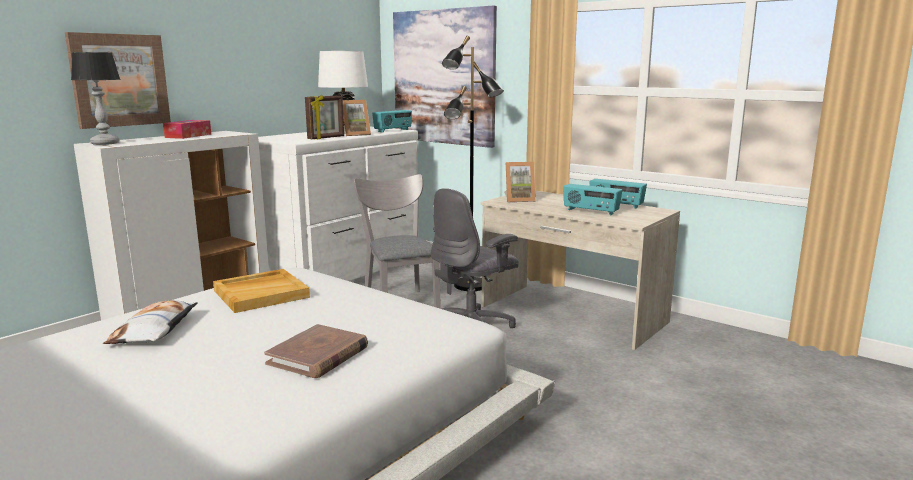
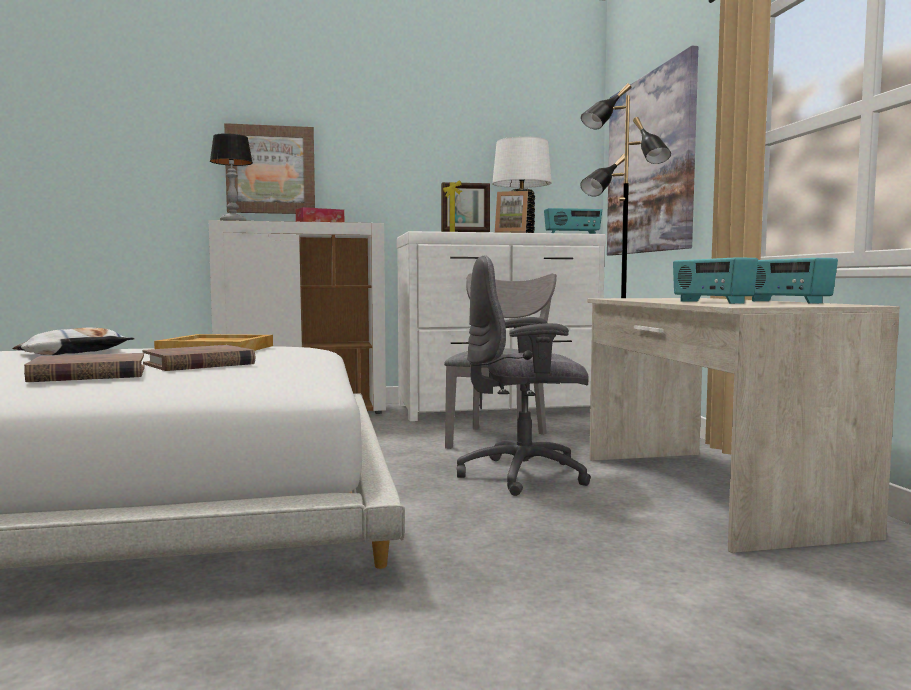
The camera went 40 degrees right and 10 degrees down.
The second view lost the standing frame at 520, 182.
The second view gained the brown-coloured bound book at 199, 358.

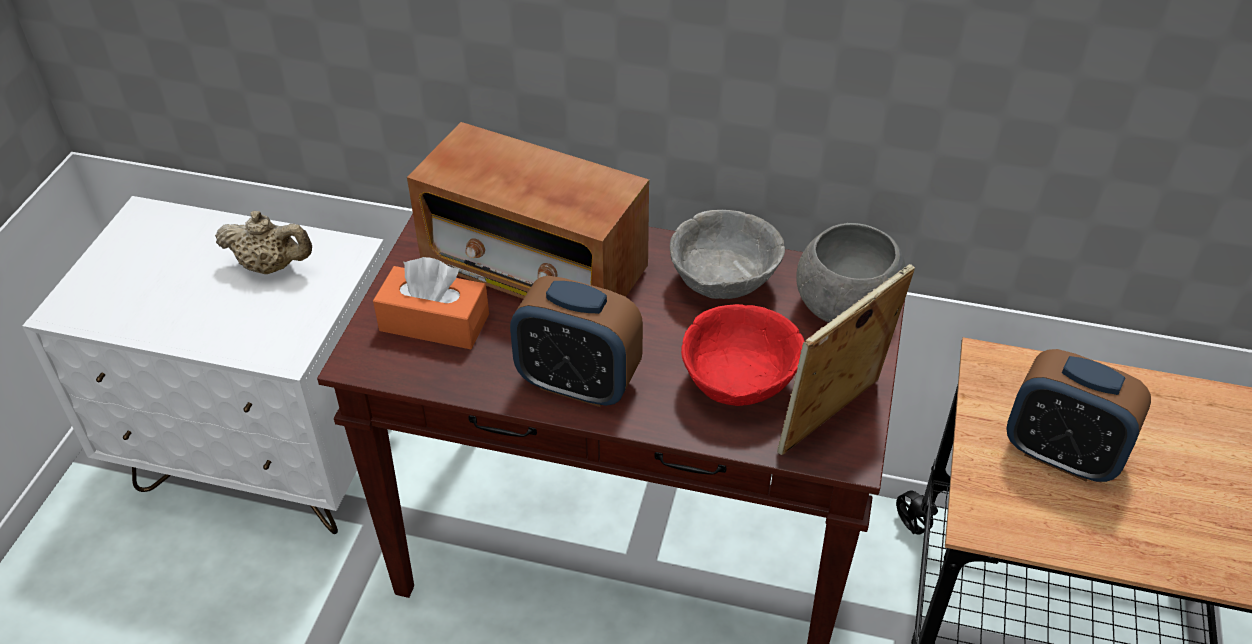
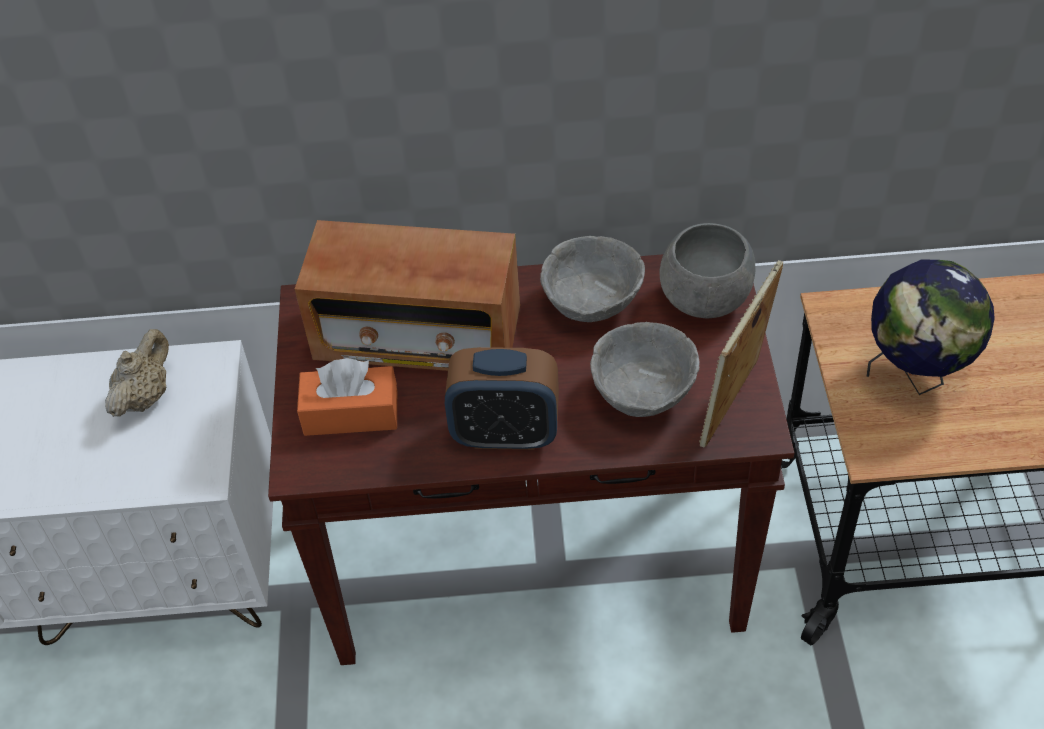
The camera went 15 degrees left and 5 degrees up.
Where the alarm clock stood at 1078, 415, the desk globe came to stand at 930, 327.
What was the red serving bowl at 743, 355 turned into the gray serving bowl at 644, 369.
The beige teapot at 263, 242 ended up facing another way, 60 degrees counterclockwise from before.

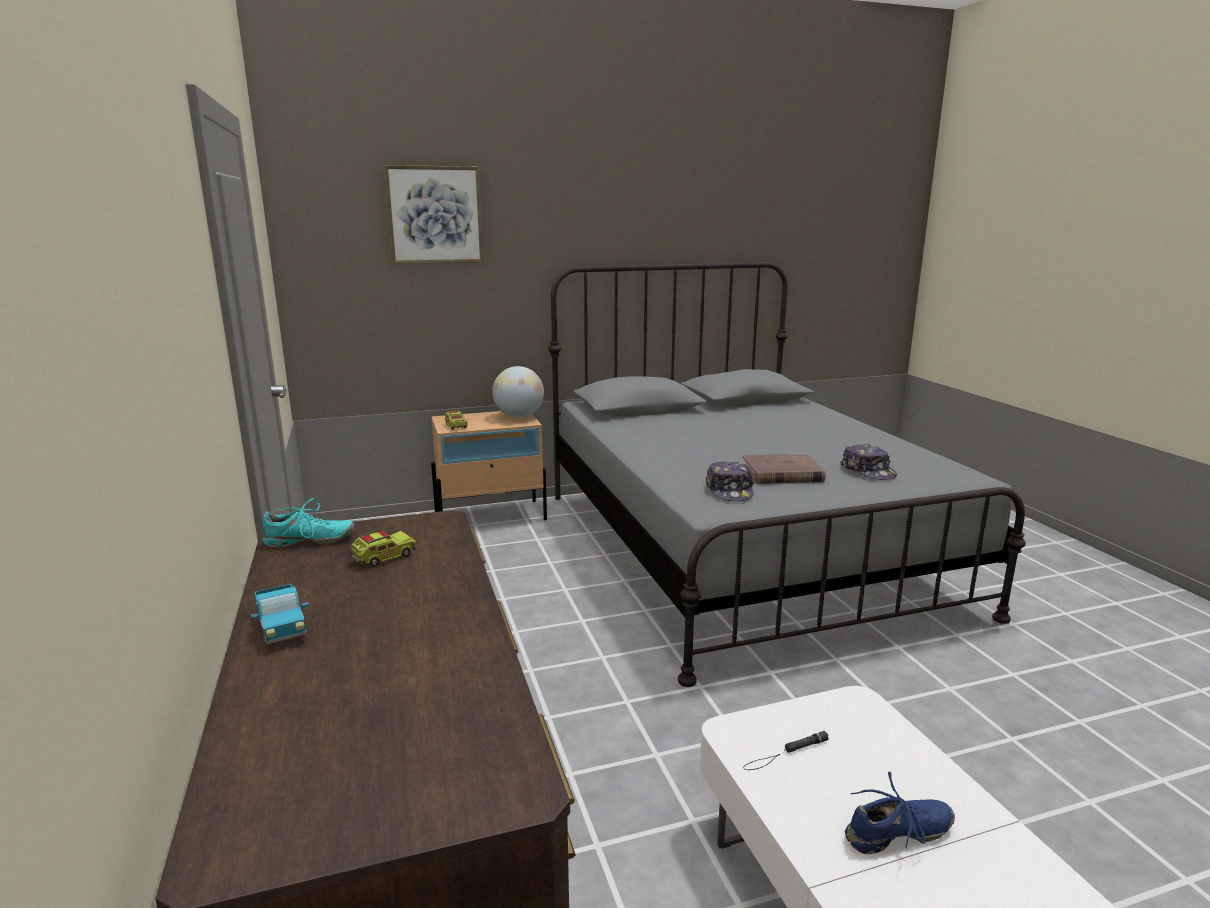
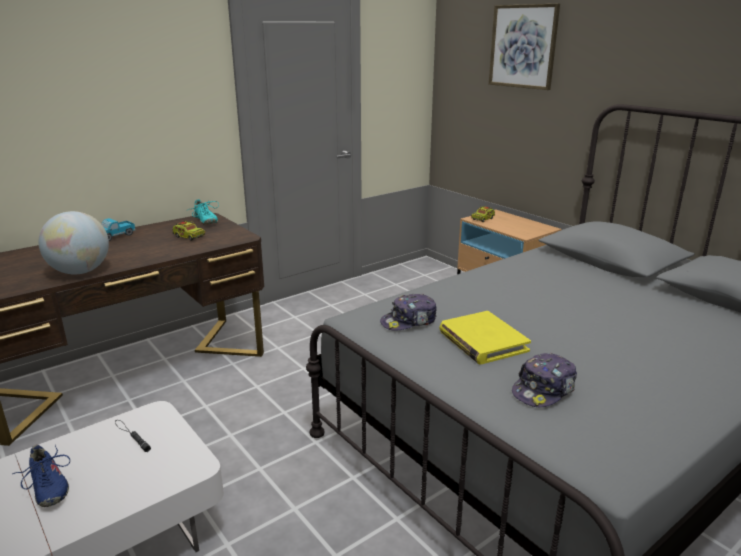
The camera went 70 degrees right and 5 degrees up.
The desk globe ended up elsewhere, having gone from 518, 392 to 73, 242.
What was the brown-coloured bound book at 784, 468 turned into the yellowish bound book at 485, 338.

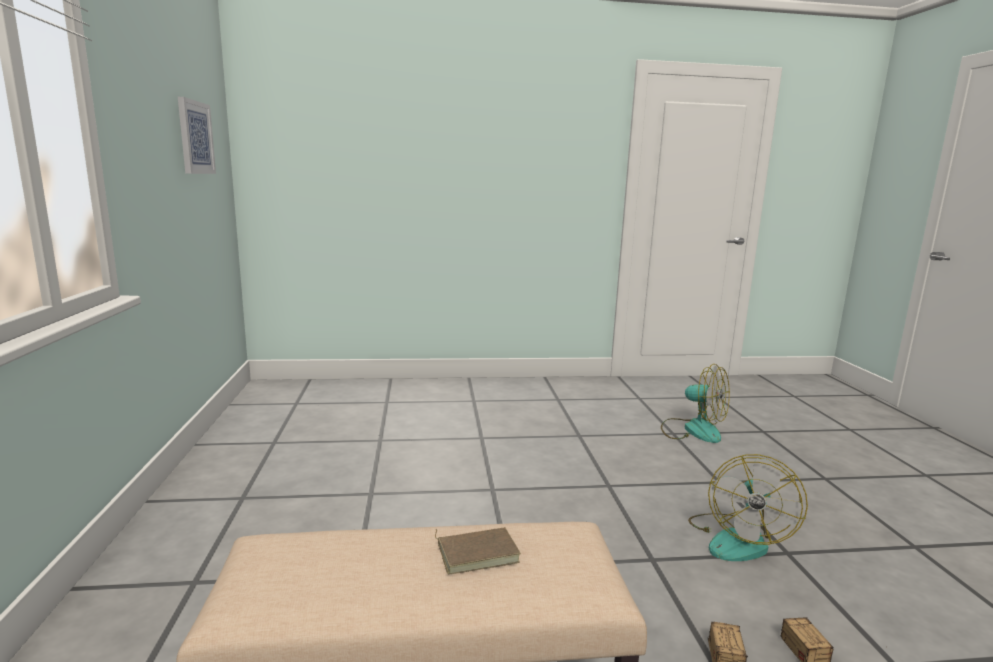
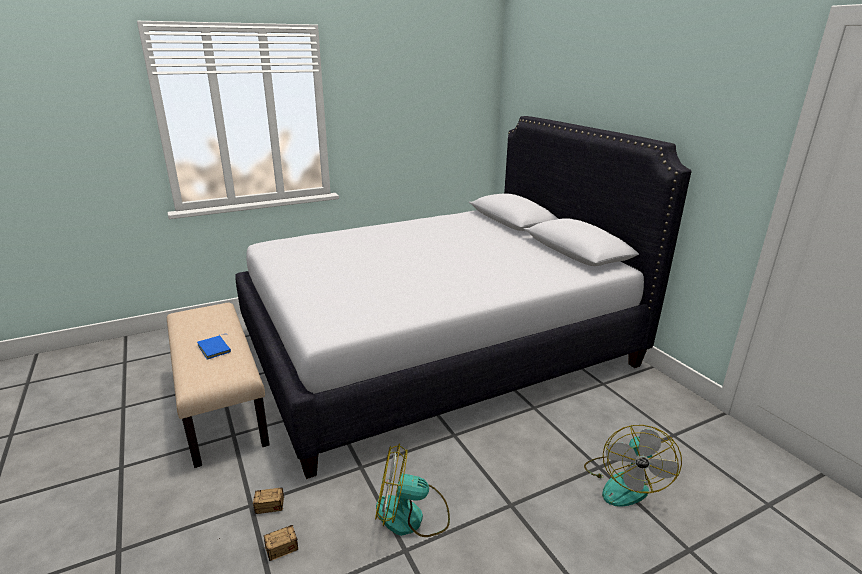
The camera went 70 degrees right and 10 degrees up.
The second view lost the picture at 197, 135.
The second view gained the white sleeping bed at 464, 297.
What was the brown-coloured bound book at 478, 550 turned into the bluish bound book at 214, 347.

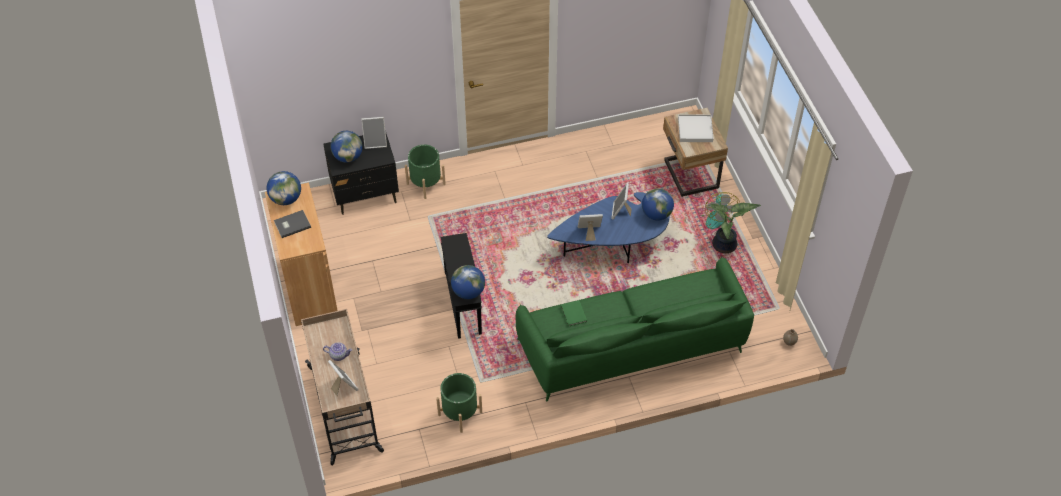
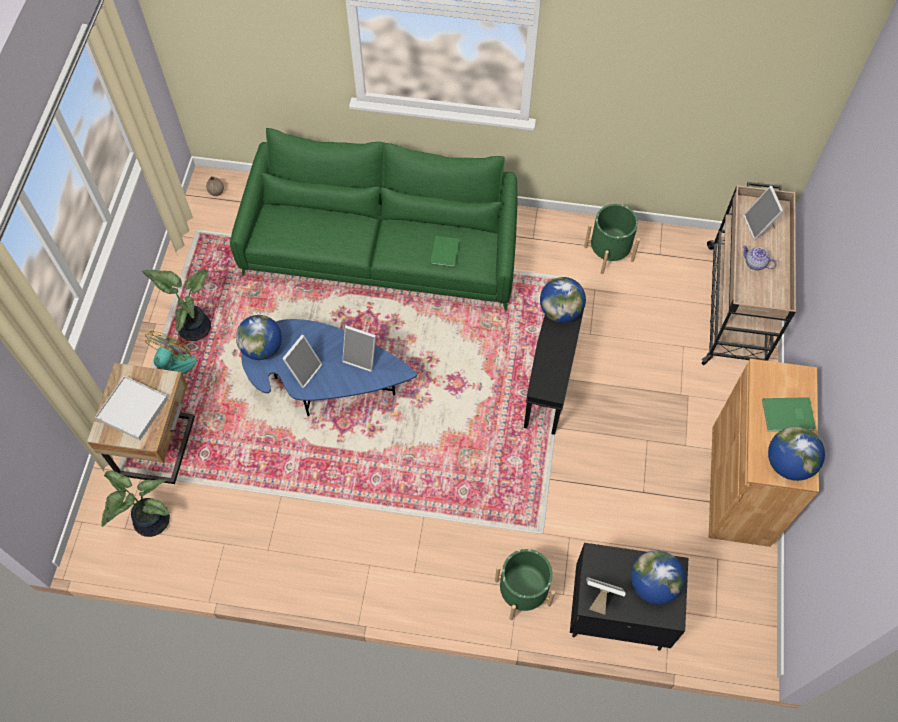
The camera went 155 degrees left and 10 degrees up.
The second view gained the houseplant at 135, 504.
What was the gray bound book at 292, 224 turned into the greenish bound book at 789, 414.

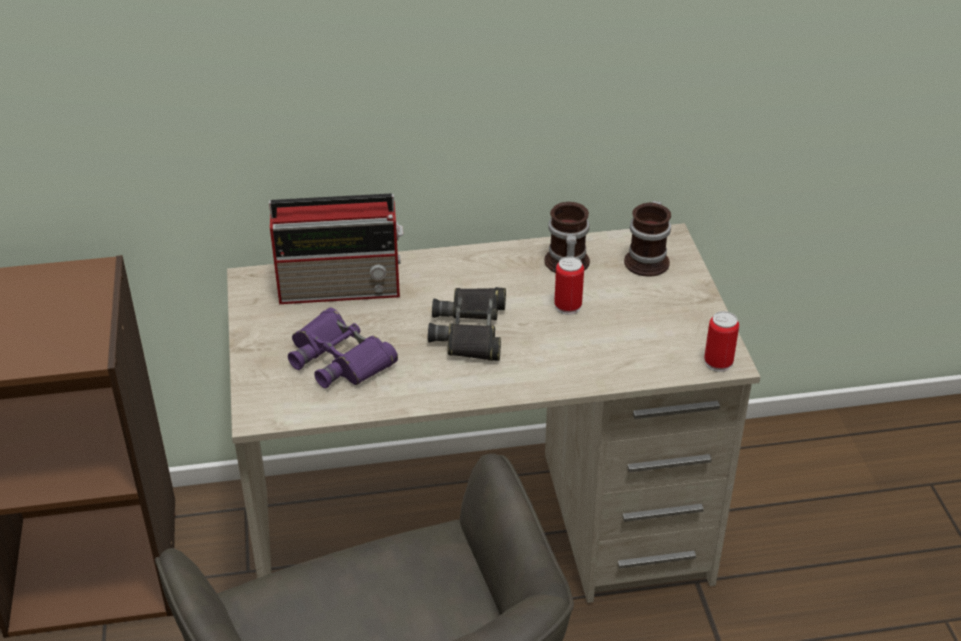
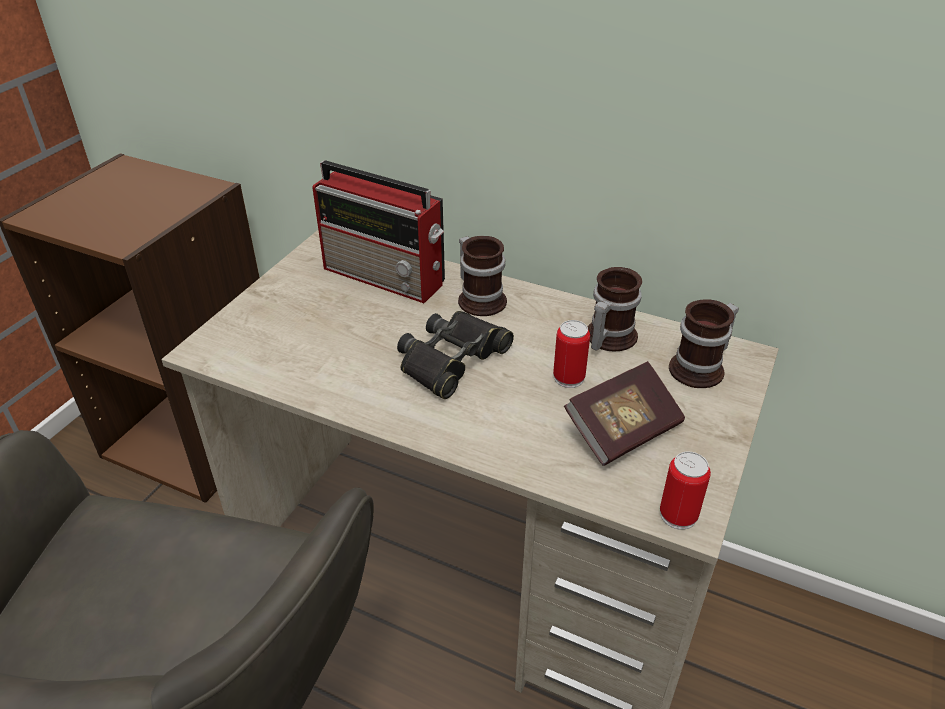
The camera went 35 degrees right and 0 degrees up.
The second view lost the purple binoculars at 343, 348.
The second view gained the mug at 482, 276.
The second view gained the bound book at 624, 413.

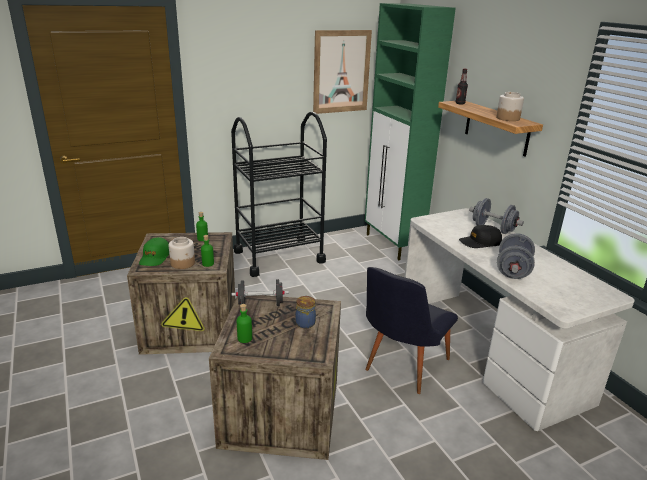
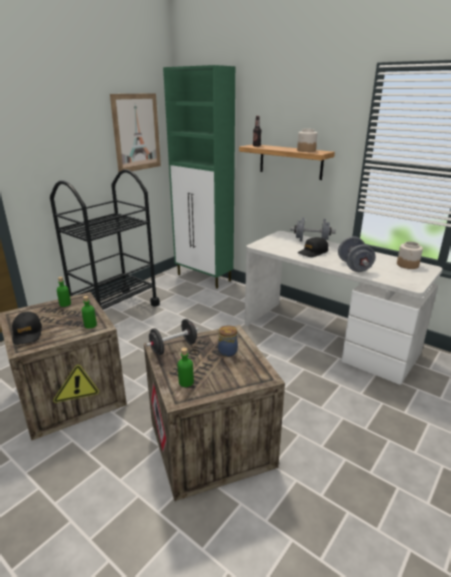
The camera went 25 degrees left and 0 degrees up.
The second view lost the black-coloured upright chair at 411, 330.
The jar ended up elsewhere, having gone from 182, 253 to 410, 255.
What was the greenish baseball cap at 154, 251 turned into the black-coloured baseball cap at 27, 328.

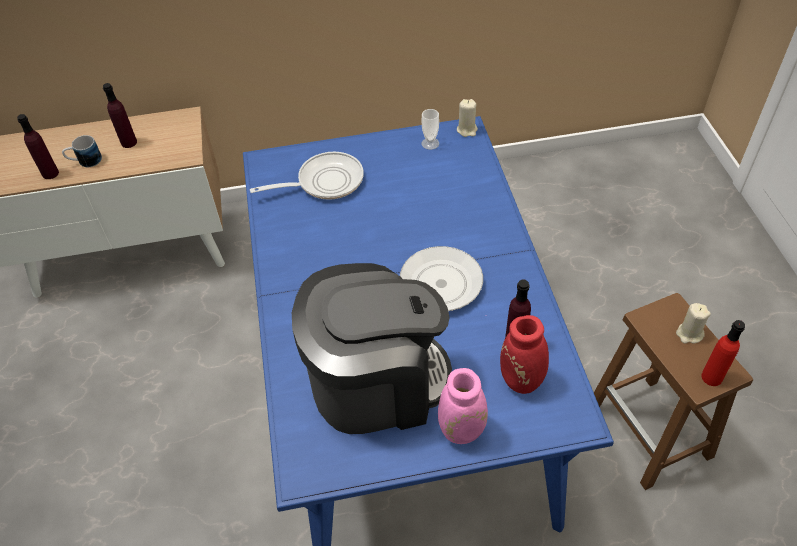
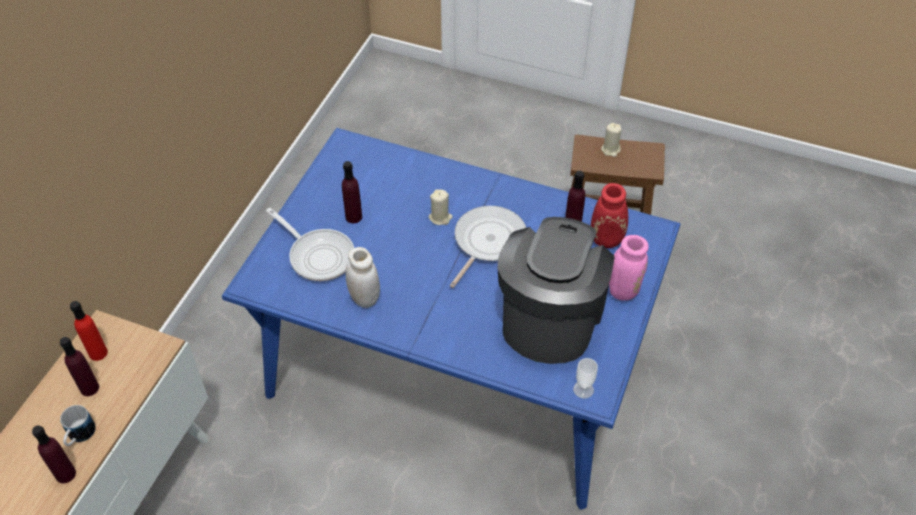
The camera went 60 degrees left and 0 degrees up.
The second view gained the purple drink bottle at 352, 192.
The second view gained the white jar at 363, 277.
The small cup ended up elsewhere, having gone from 430, 129 to 585, 378.
The beige wax light ended up elsewhere, having gone from 467, 118 to 441, 207.
The red drink bottle ended up elsewhere, having gone from 723, 353 to 89, 331.
The frying pan at 307, 176 ended up facing another way, 120 degrees clockwise from before.

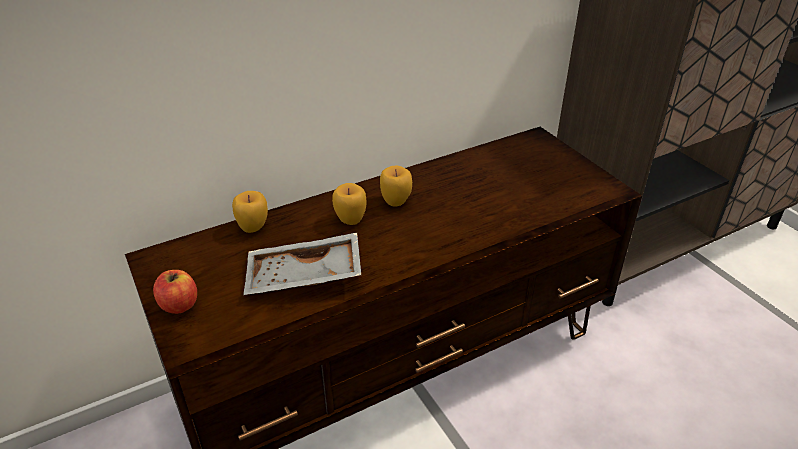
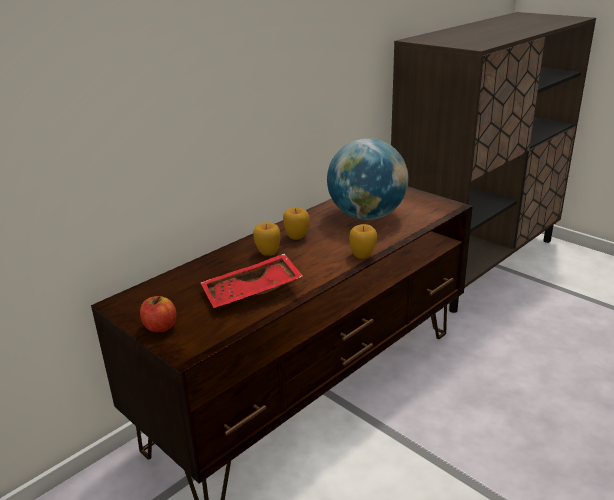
The camera went 15 degrees left and 10 degrees down.
The second view gained the desk globe at 367, 179.
The whole apple ended up elsewhere, having gone from 250, 212 to 363, 241.
What was the gray serving tray at 302, 264 turned into the red serving tray at 252, 281.

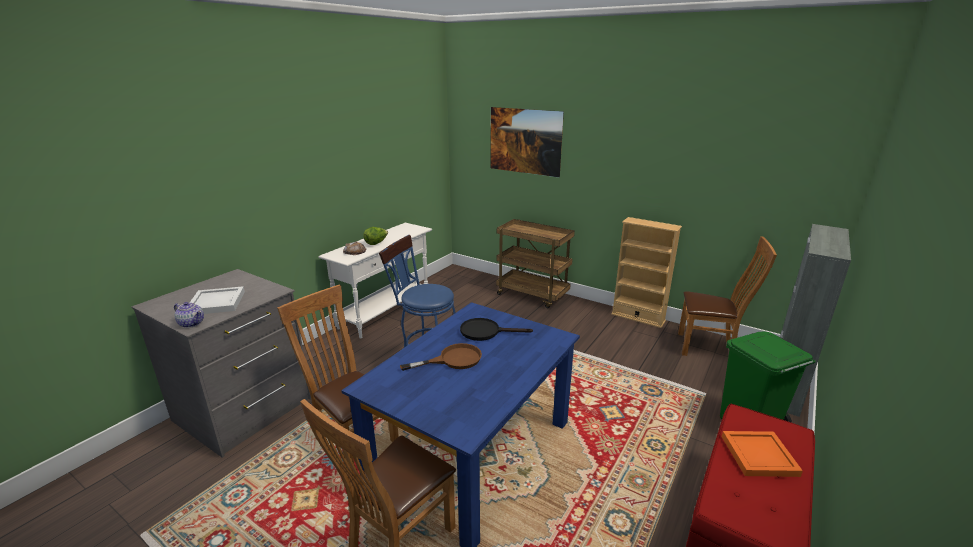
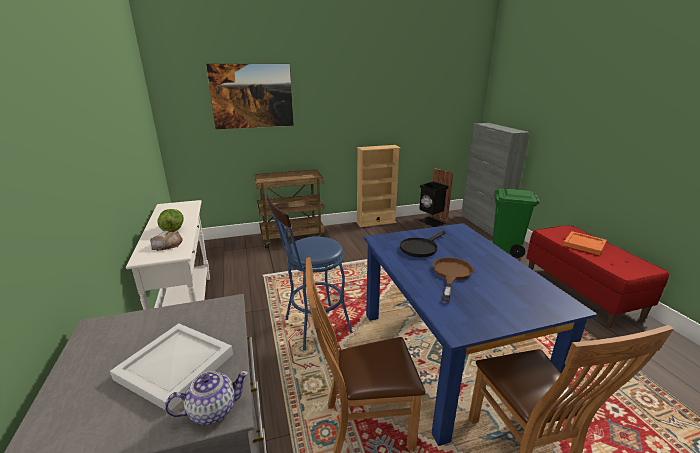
The camera went 50 degrees left and 0 degrees up.
Where the brown-coloured upright chair stood at 727, 296, the black-coloured trash can came to stand at 435, 197.

